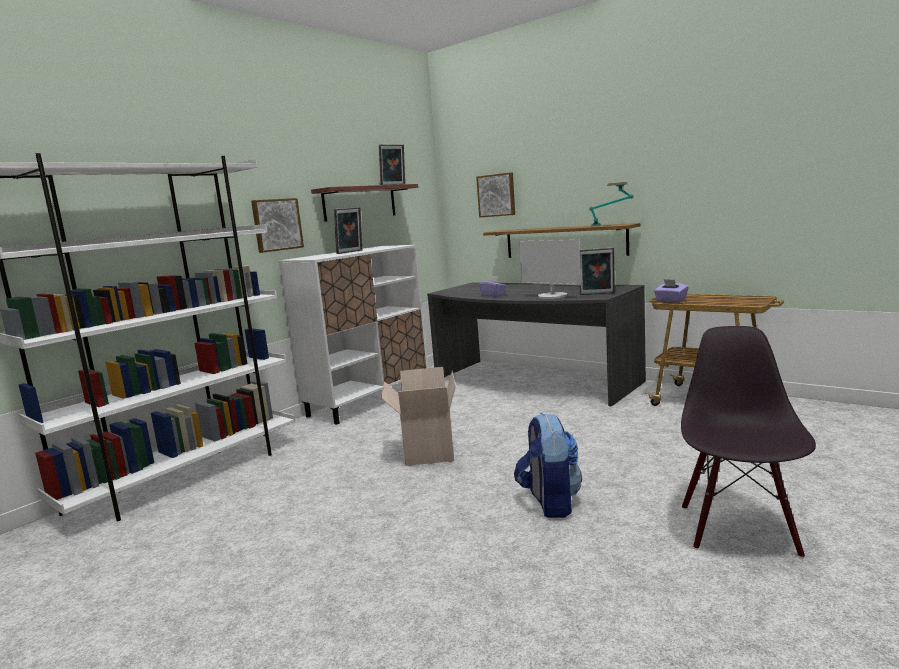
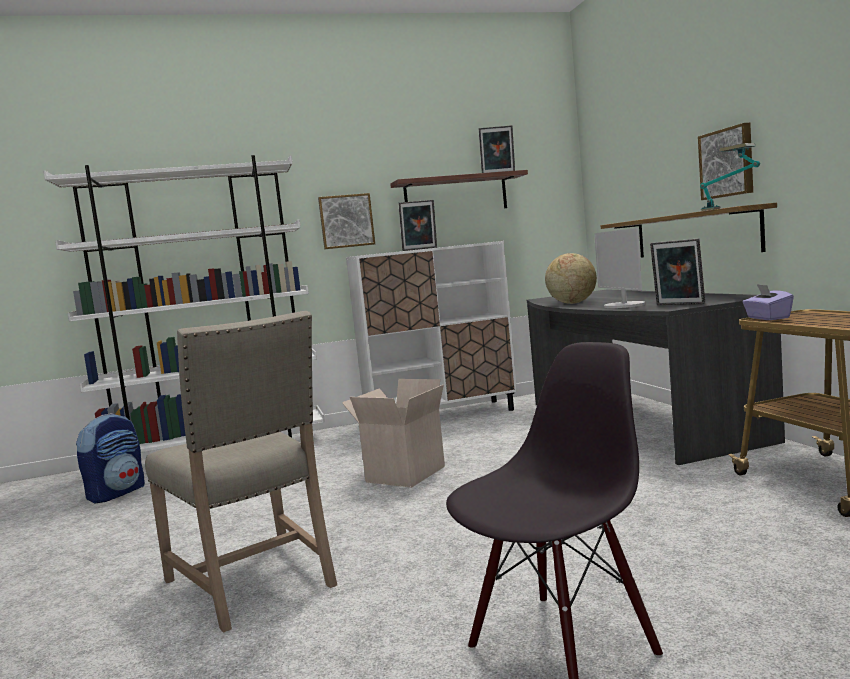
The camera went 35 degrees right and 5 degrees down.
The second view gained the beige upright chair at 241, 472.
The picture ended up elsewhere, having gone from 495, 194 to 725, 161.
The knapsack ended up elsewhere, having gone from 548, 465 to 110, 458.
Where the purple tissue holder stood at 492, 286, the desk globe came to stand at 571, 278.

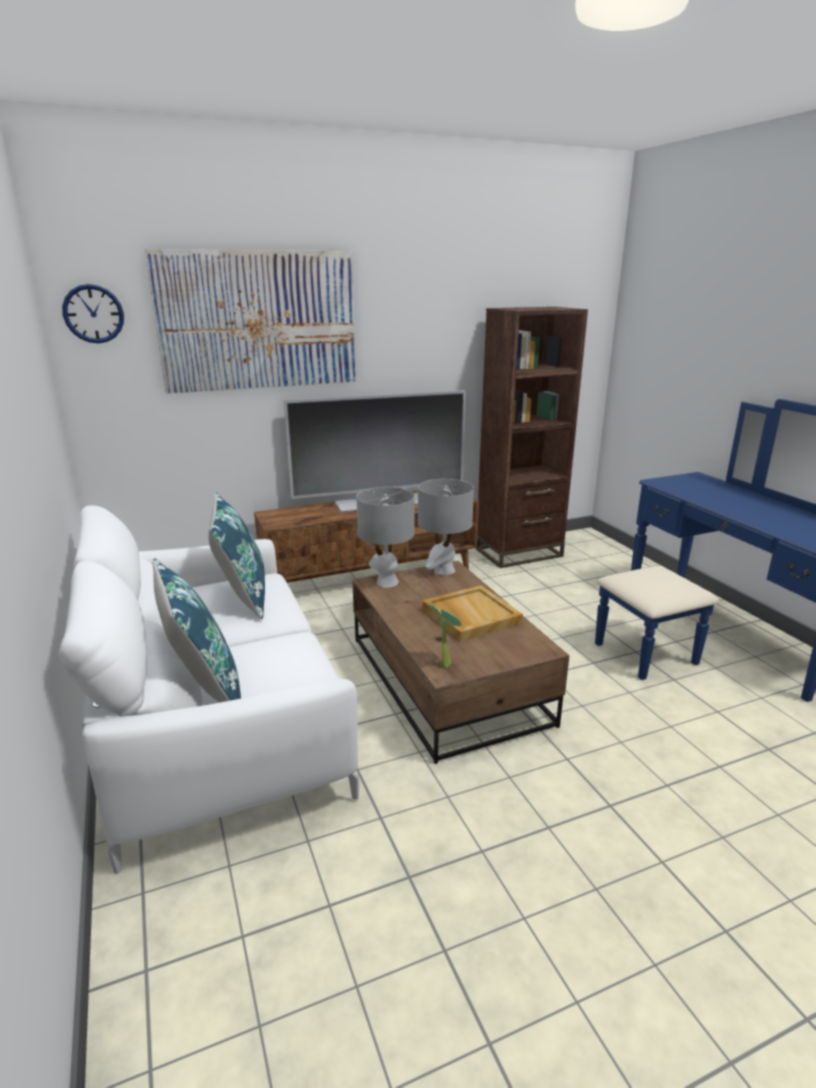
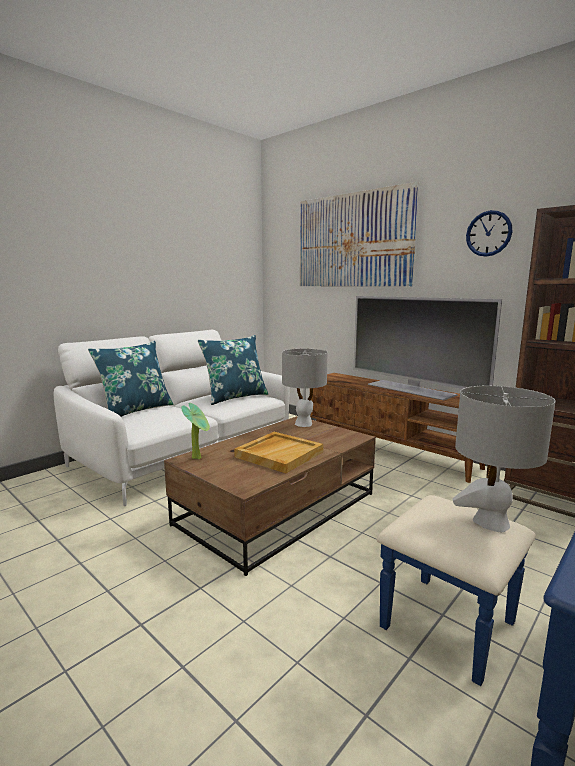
The camera went 65 degrees right and 10 degrees down.
The wall clock ended up elsewhere, having gone from 93, 313 to 489, 233.
The gray lamp for a table ended up elsewhere, having gone from 446, 527 to 504, 459.

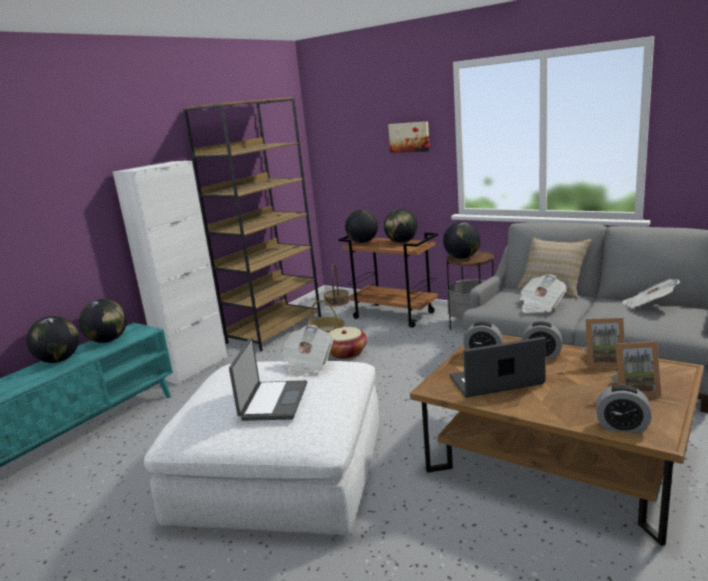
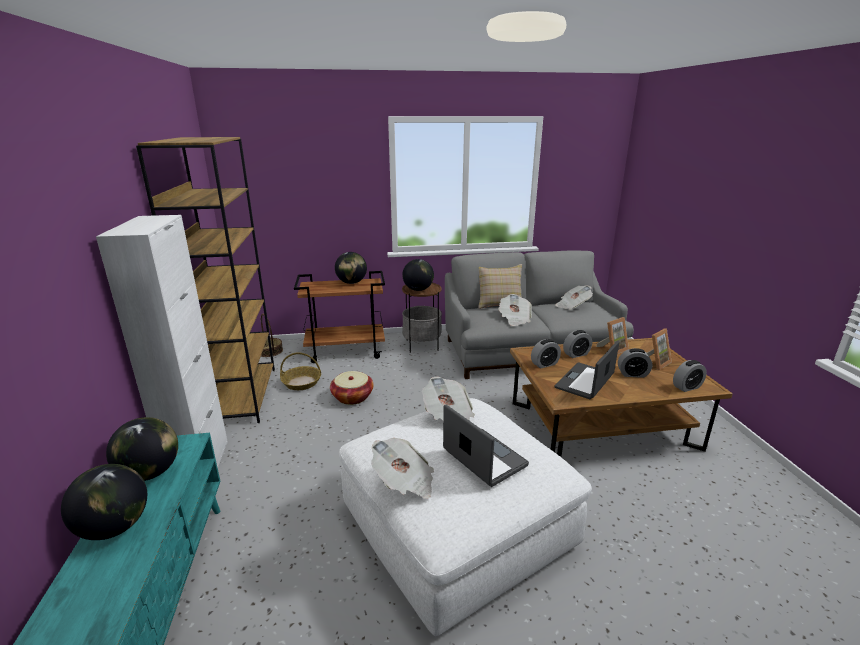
The camera went 45 degrees left and 5 degrees up.
The second view lost the desk globe at 361, 226.
The second view lost the picture at 409, 137.
The second view gained the daily paper at 402, 468.
The second view gained the alarm clock at 635, 363.

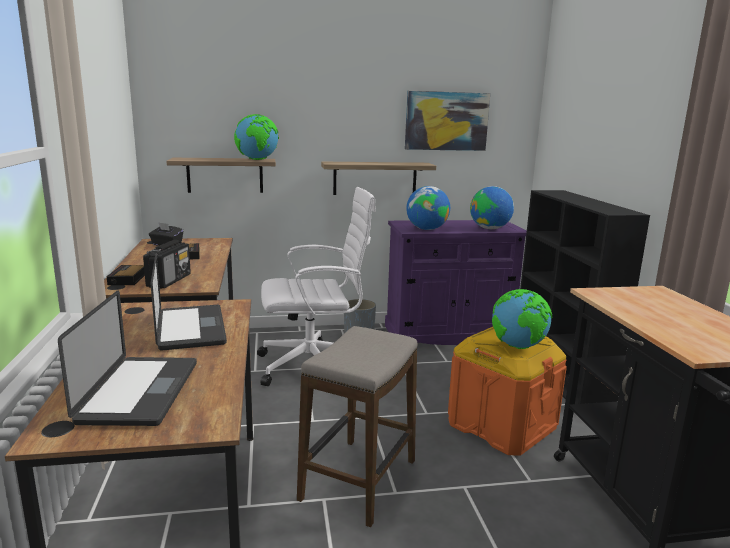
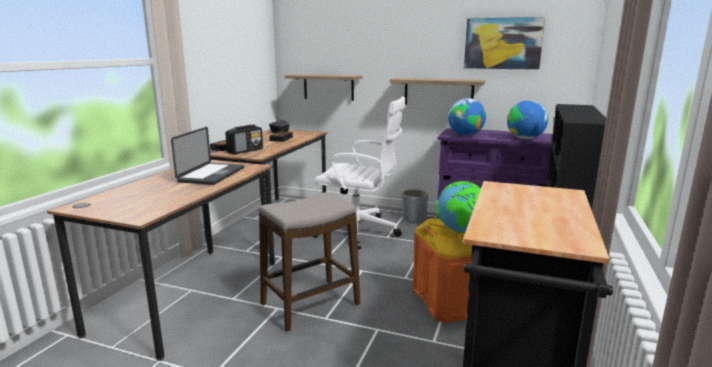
The camera went 30 degrees right and 0 degrees up.
The second view lost the laptop at 127, 358.
The second view lost the desk globe at 256, 137.

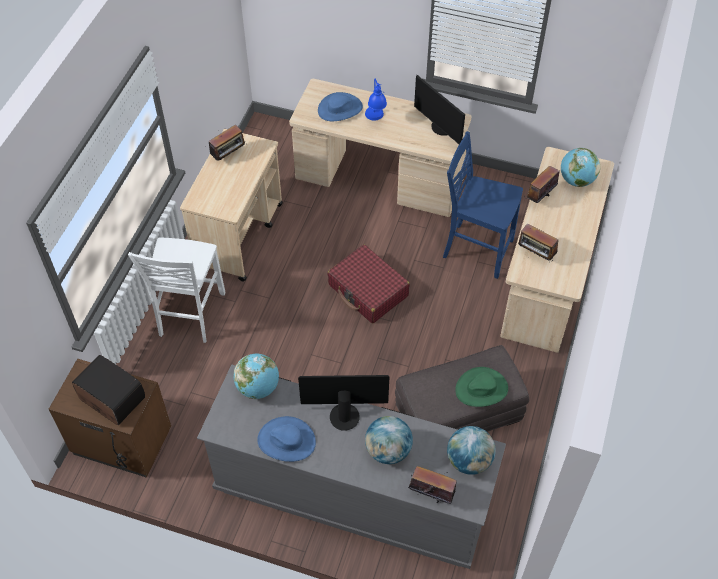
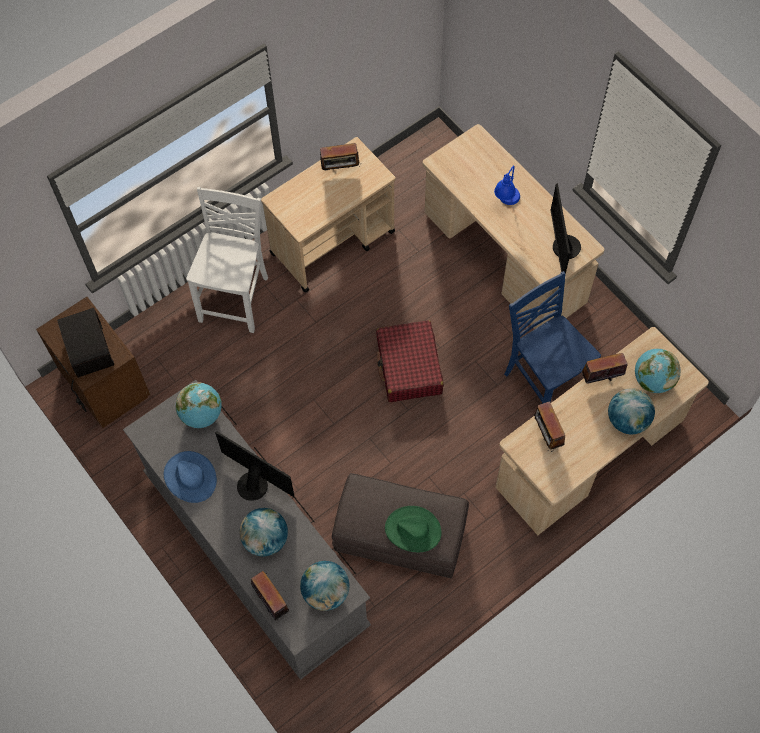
The camera went 35 degrees right and 10 degrees up.
The second view lost the bluish wearable hat at 340, 106.
The second view gained the desk globe at 631, 411.
The white upright chair at 176, 290 ended up facing another way, 150 degrees clockwise from before.

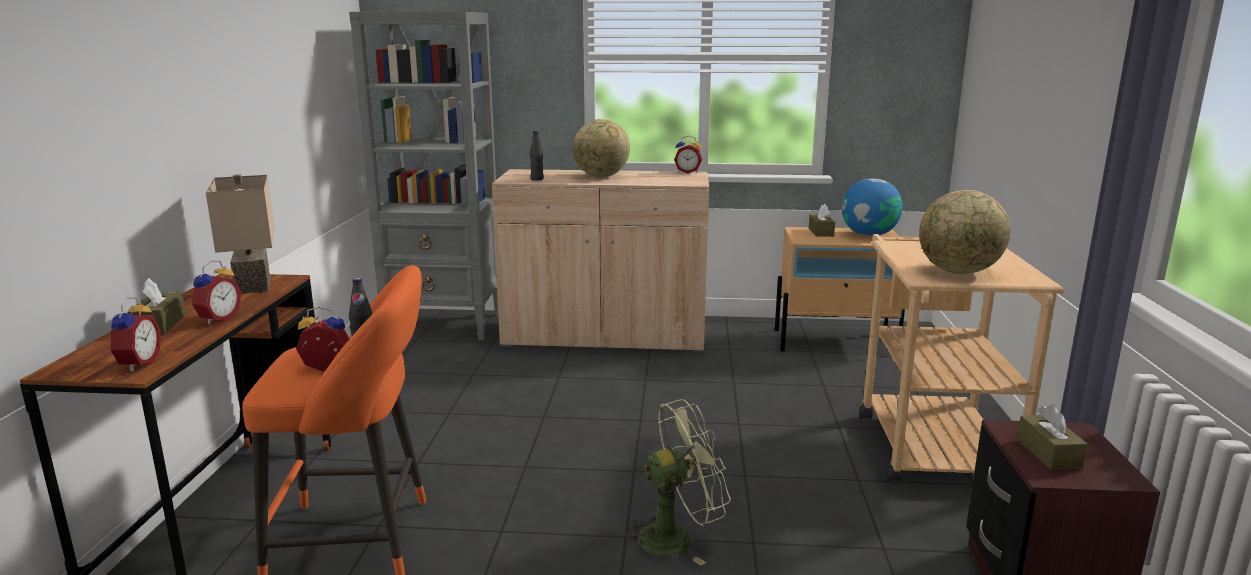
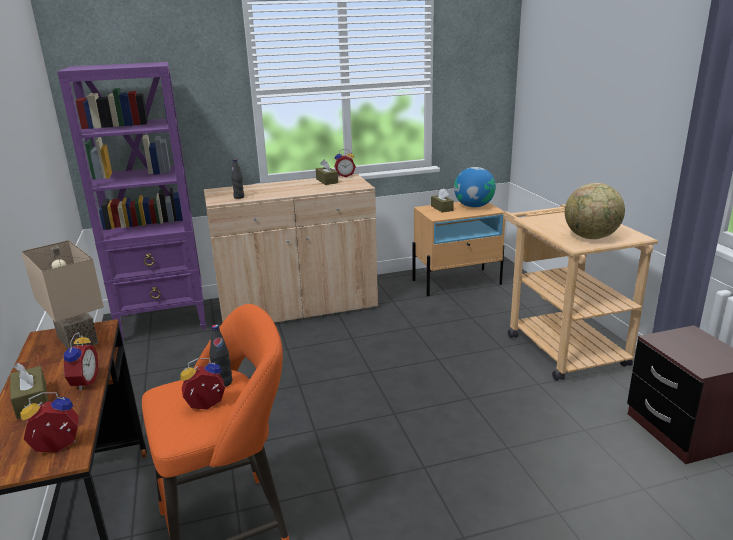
The camera went 20 degrees left and 5 degrees up.
The second view lost the desk globe at 601, 148.
The second view lost the greenish cooling fan at 675, 482.
The brown-coloured tissue holder ended up elsewhere, having gone from 1052, 437 to 327, 172.
What was the gray bookshelf at 423, 176 turned into the purple bookshelf at 131, 202.
The alarm clock at 134, 334 ended up facing another way, 90 degrees counterclockwise from before.

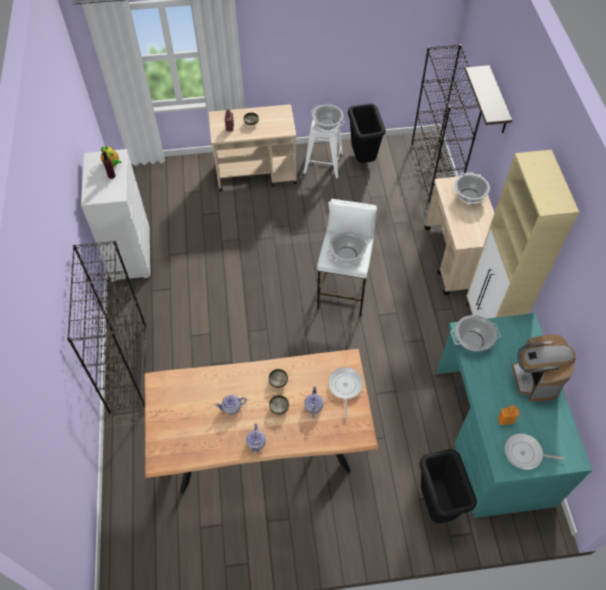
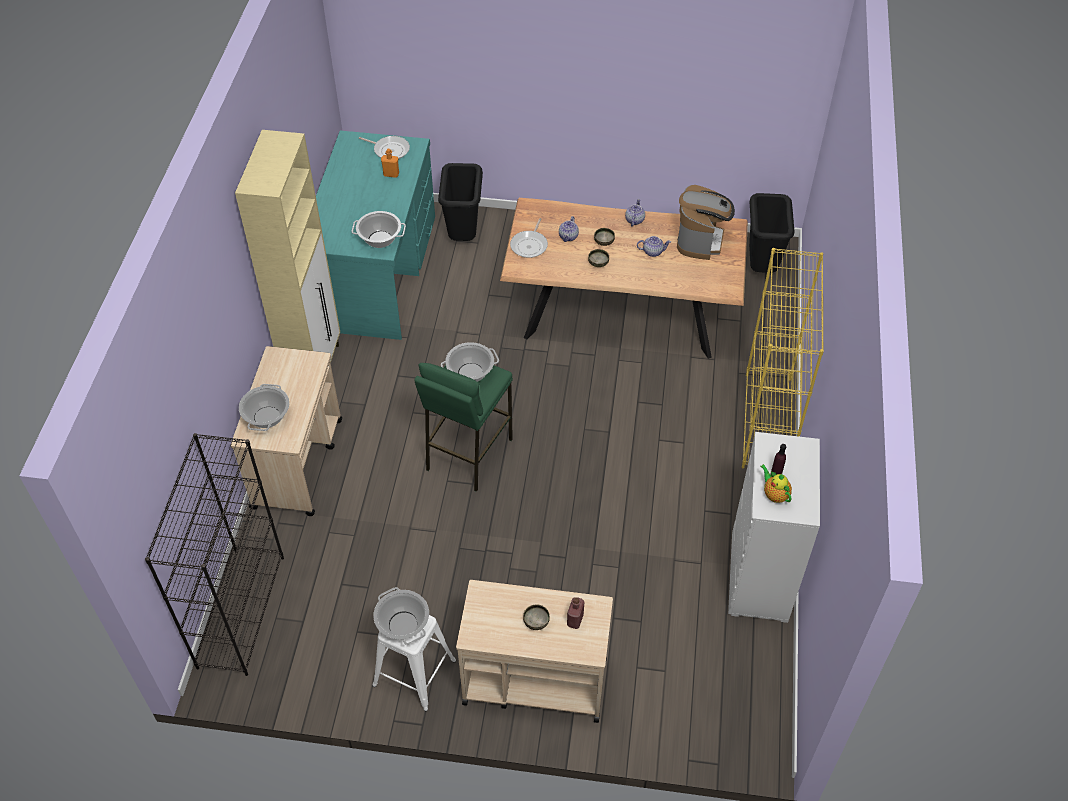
The camera went 165 degrees left and 5 degrees down.
The second view lost the wall shelf at 488, 99.
The black-coloured trash can ended up elsewhere, having gone from 367, 133 to 771, 233.
The coffee machine ended up elsewhere, having gone from 544, 368 to 706, 222.
What was the black-coloured bookshelf at 106, 327 turned into the yellowish bookshelf at 783, 358.
What was the white sitting stool at 347, 258 turned into the greenish sitting stool at 463, 427.

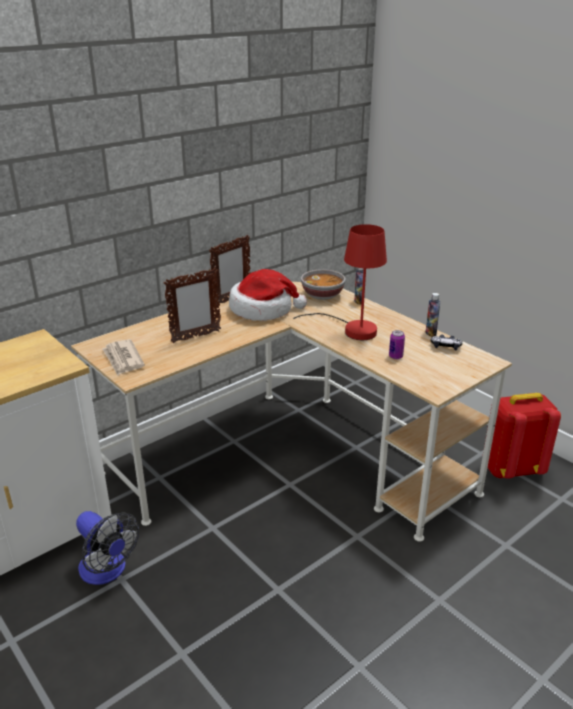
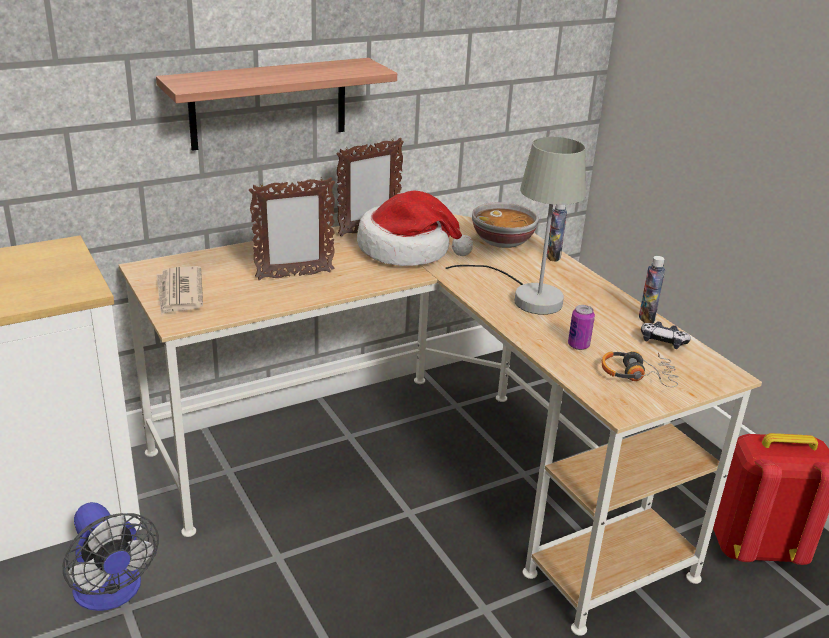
The camera went 10 degrees right and 0 degrees up.
The second view gained the wall shelf at 276, 104.
The second view gained the pair of headphones at 640, 369.
What was the red lamp for a table at 340, 282 turned into the gray lamp for a table at 515, 226.

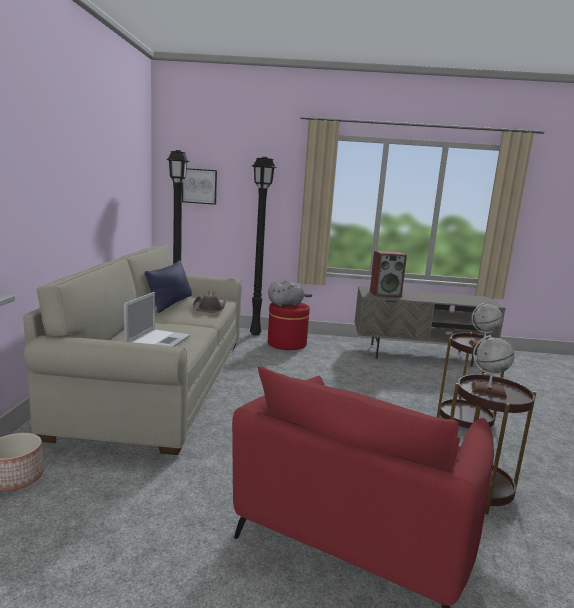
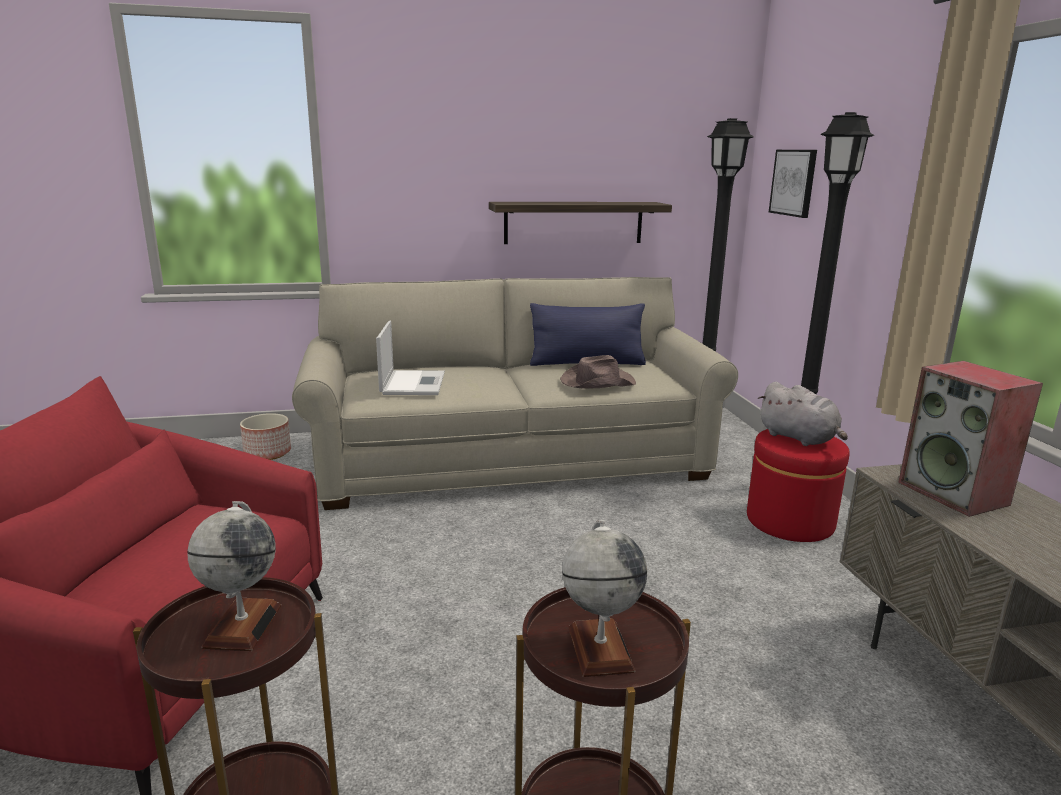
The camera went 75 degrees right and 5 degrees up.
The second view gained the wall shelf at 580, 223.
The laptop at 157, 319 ended up facing another way, 90 degrees counterclockwise from before.

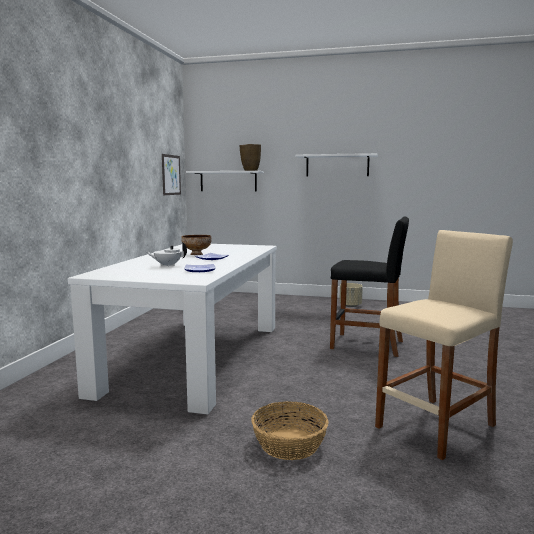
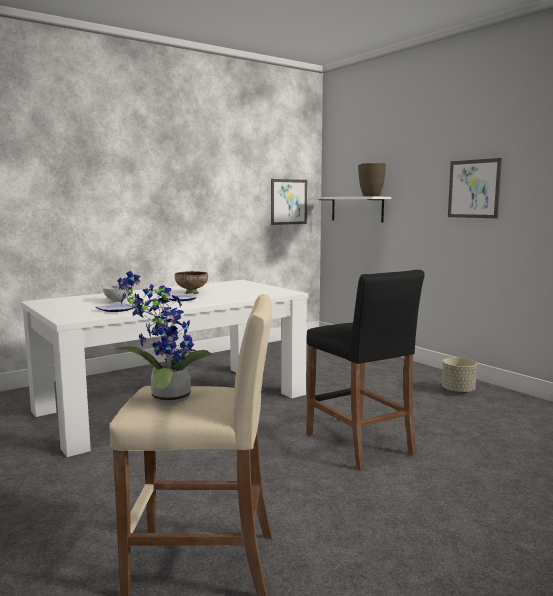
The camera went 40 degrees right and 0 degrees up.
The second view lost the basket at 290, 430.
The second view gained the houseplant at 163, 337.
Where the white wall shelf hung at 336, 165, the picture came to hang at 475, 188.

